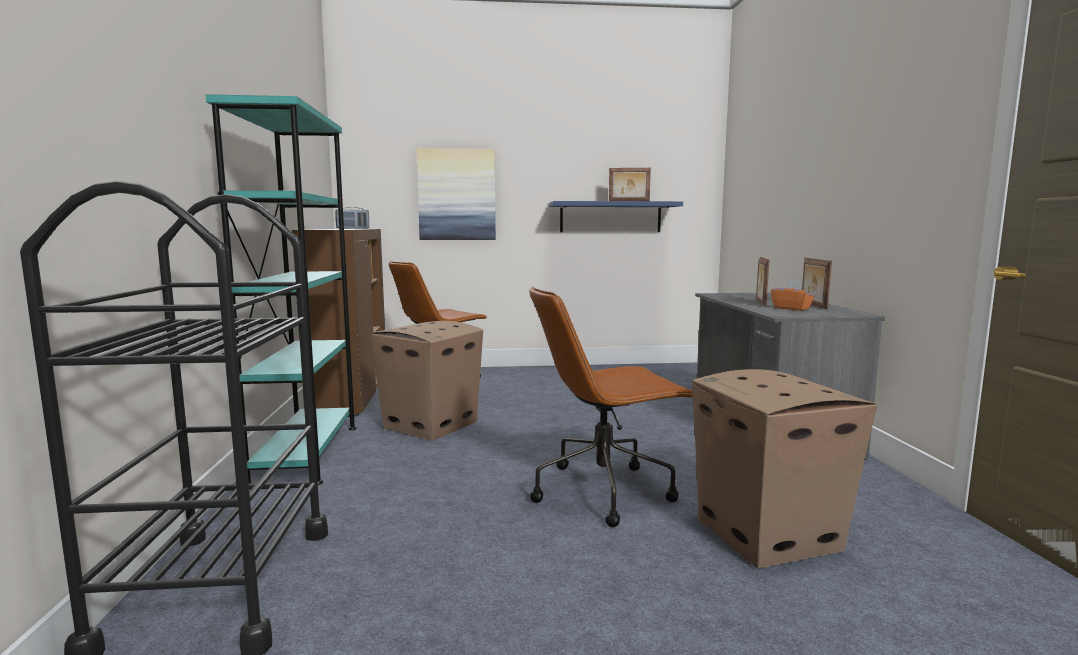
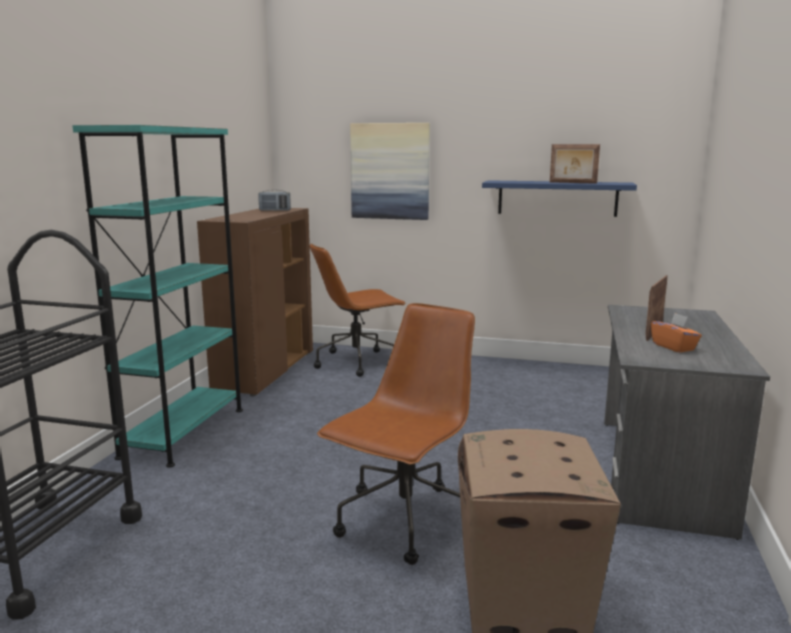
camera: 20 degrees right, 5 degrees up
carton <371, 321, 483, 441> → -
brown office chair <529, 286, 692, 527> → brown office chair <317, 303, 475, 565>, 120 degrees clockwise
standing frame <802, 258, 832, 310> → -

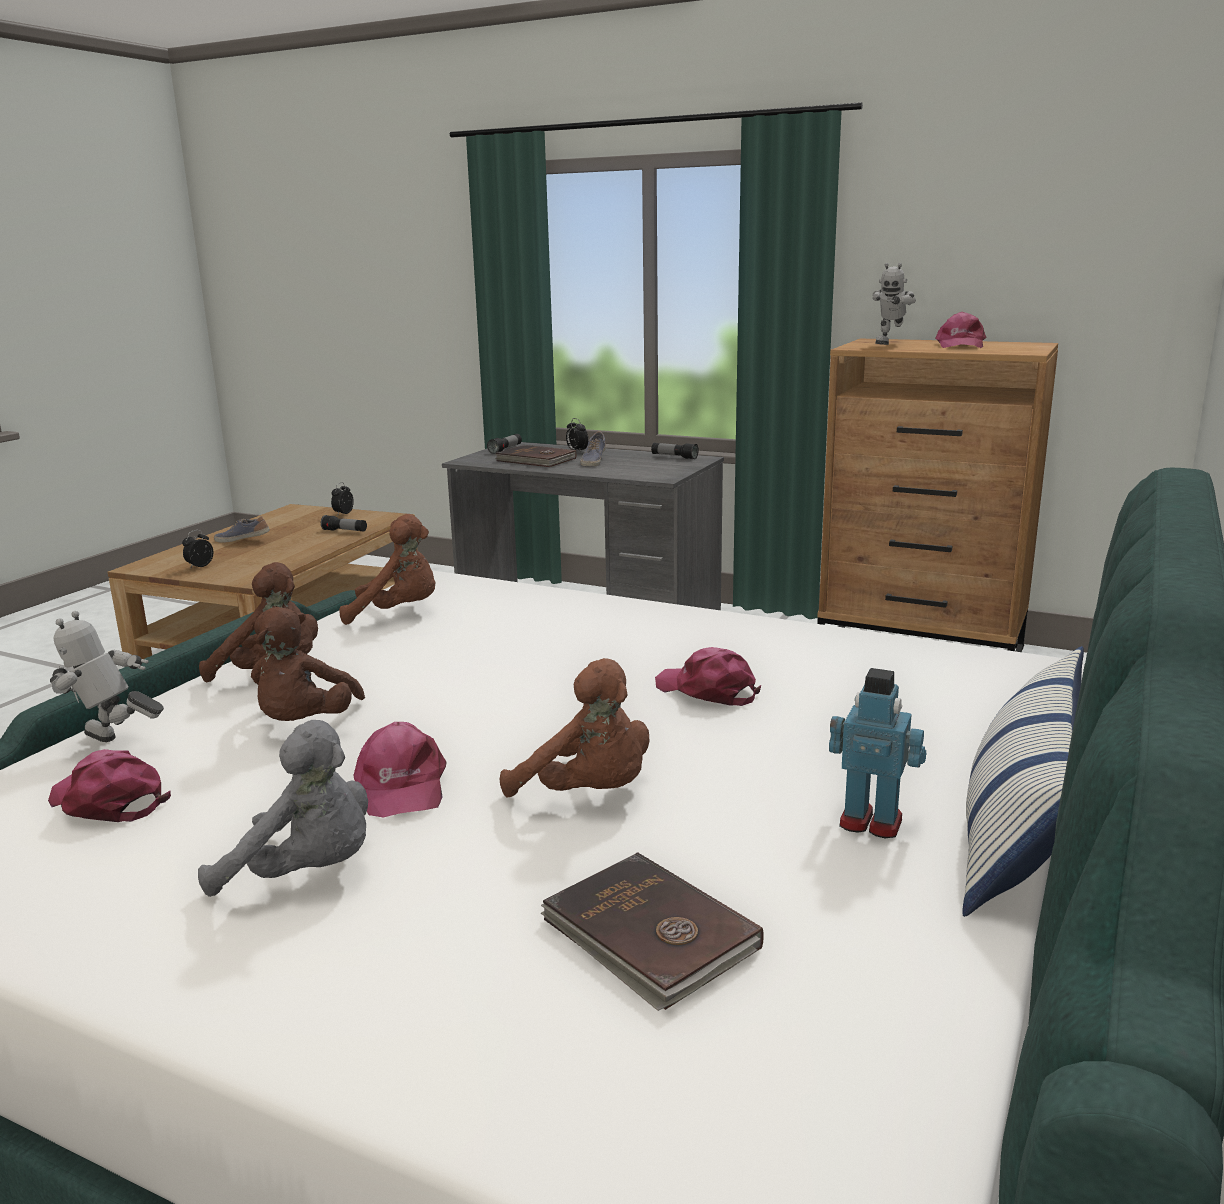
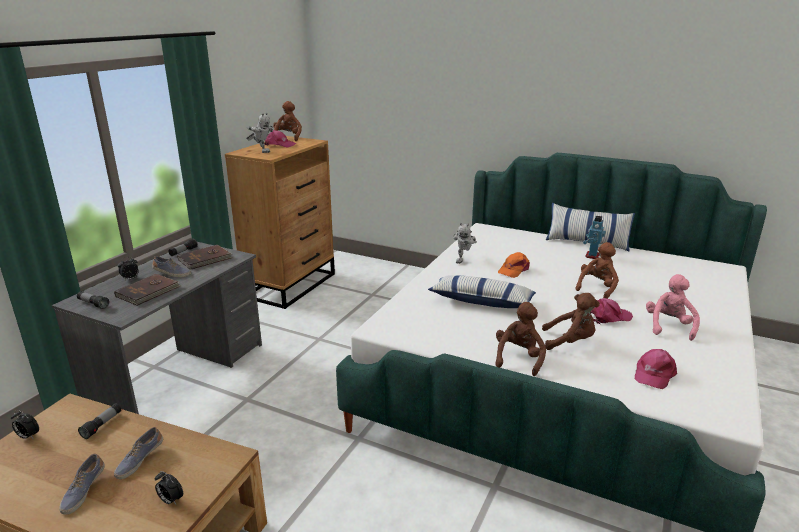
camera: 90 degrees left, 5 degrees up
model robot <50, 611, 164, 742> → model robot <454, 223, 477, 264>, move
greyish cuddly toy <198, 720, 368, 897> → pinkish cuddly toy <646, 274, 700, 341>
brown cuddly toy <339, 514, 435, 625> → brown cuddly toy <273, 101, 302, 141>, move
brown bound book <541, 852, 764, 1011> → brown bound book <177, 245, 233, 270>, move
pinkish peaked cap <655, 647, 761, 706> → orange-coloured peaked cap <498, 252, 530, 278>
- → shoe <114, 427, 163, 479>
- → pillow <428, 275, 536, 308>

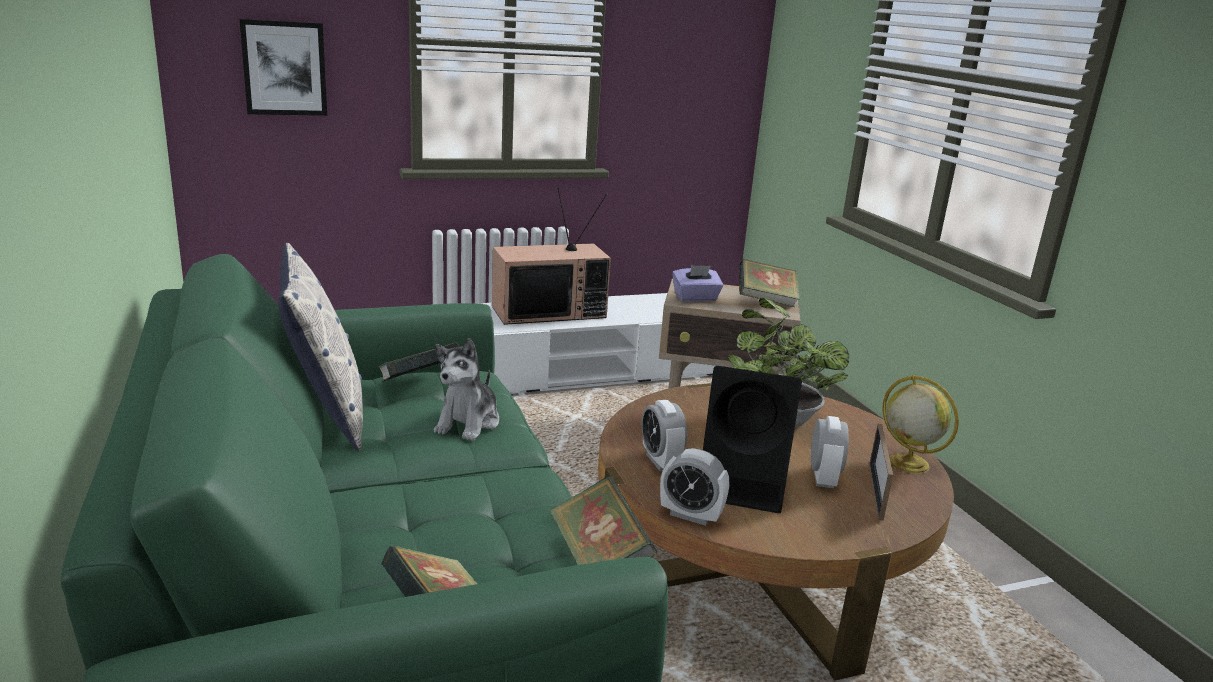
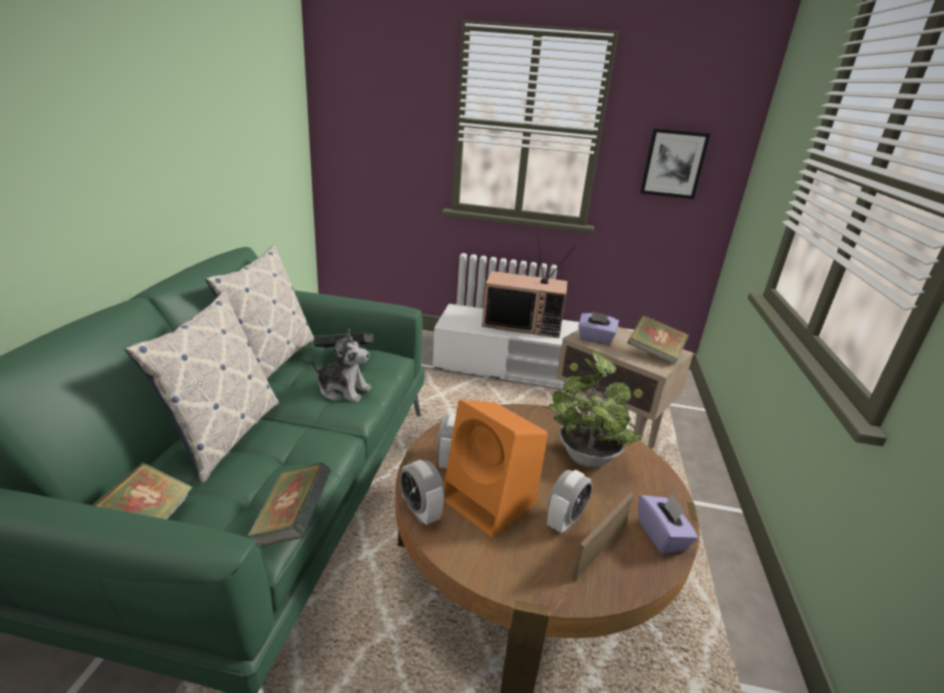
camera: 30 degrees right, 5 degrees up
wall picture <239, 19, 327, 116> → wall picture <640, 128, 710, 199>, move
cuddly toy <434, 338, 499, 441> → cuddly toy <311, 329, 372, 402>, 120 degrees counterclockwise
black audio speaker <703, 366, 802, 513> → orange-coloured audio speaker <444, 400, 548, 538>
globe <882, 375, 959, 474> → purplish box of tissues <638, 494, 698, 554>
- → pillow <125, 291, 279, 484>

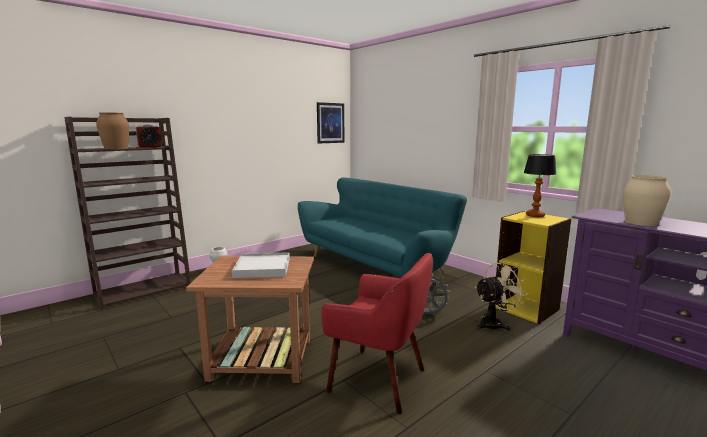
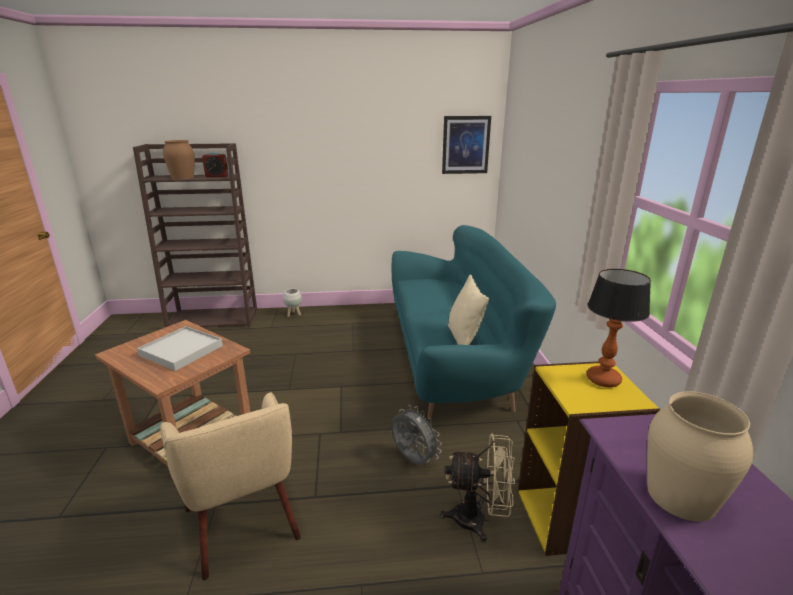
camera: 35 degrees right, 10 degrees up
red lounge chair <321, 253, 433, 414> → beige-coloured lounge chair <160, 392, 301, 580>
- → beige-coloured pillow <448, 274, 489, 345>

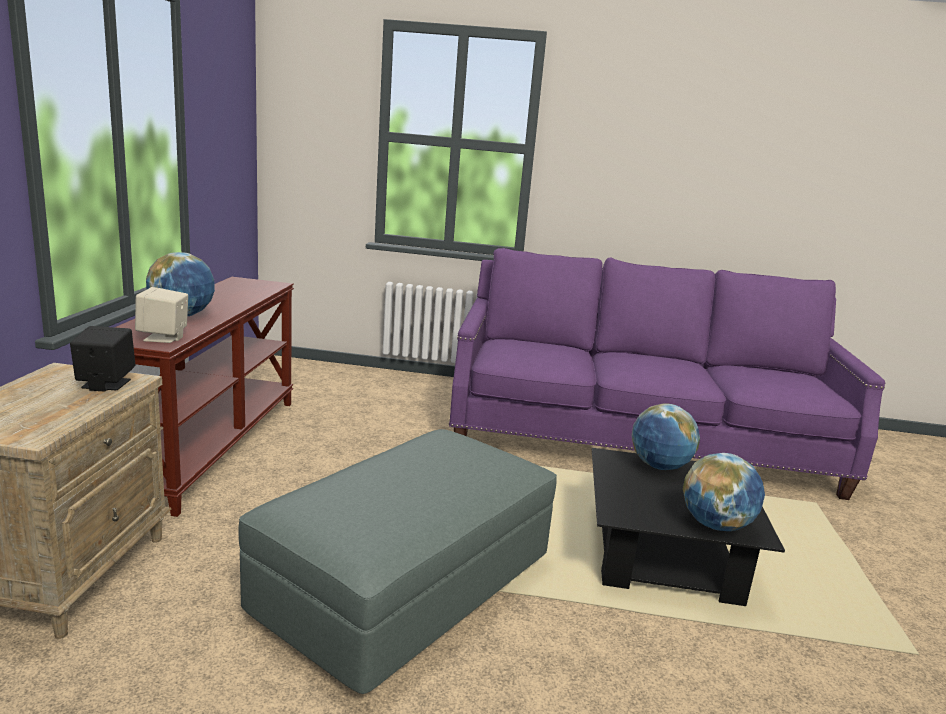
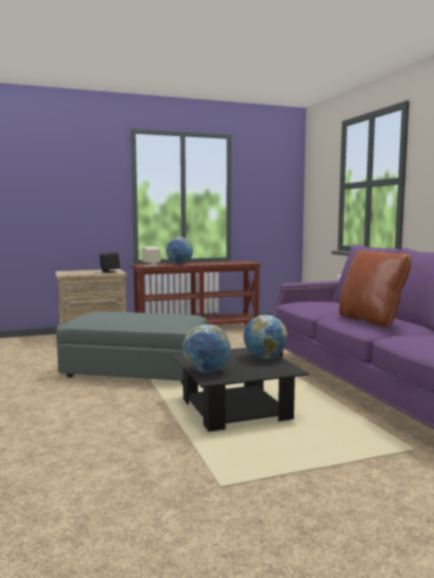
camera: 65 degrees right, 10 degrees down
- → brown pillow <339, 250, 412, 327>

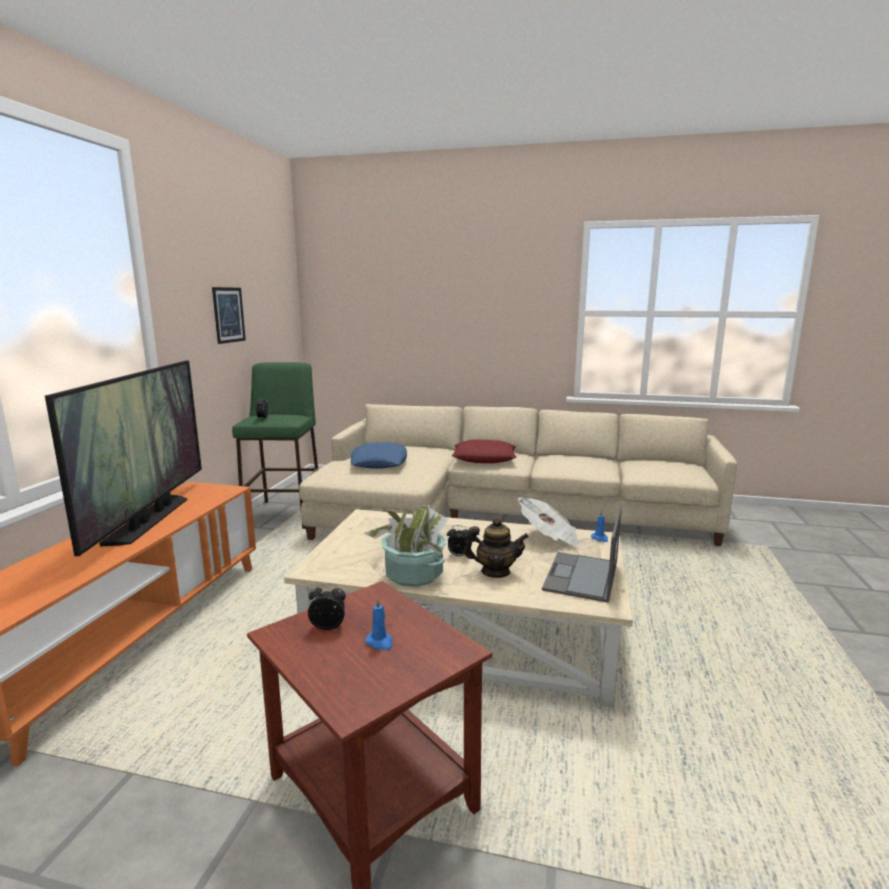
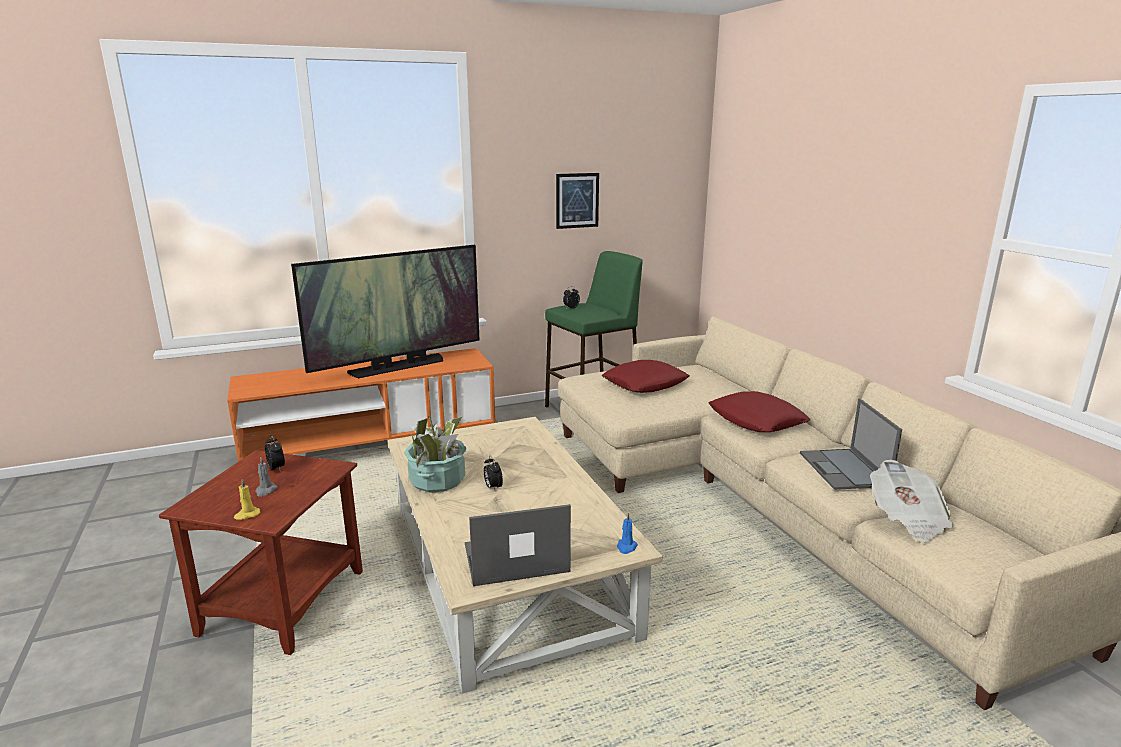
camera: 55 degrees right, 5 degrees up
bluish pillow <351, 442, 407, 469> → red pillow <602, 360, 690, 393>
bluish wax candle <365, 598, 393, 650> → greyish wax candle <255, 457, 278, 497>
tea pot <463, 518, 529, 578> → -
printed paper <518, 497, 580, 547> → printed paper <870, 460, 954, 543>, move
- → yellowish wax candle <234, 479, 260, 519>
- → portable computer <800, 398, 902, 490>

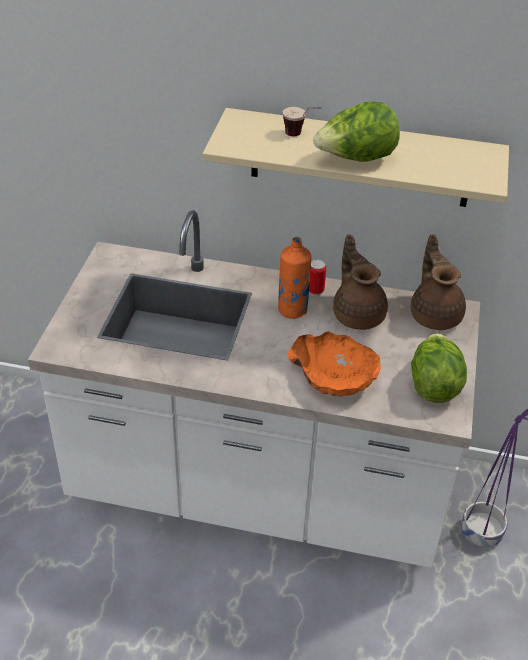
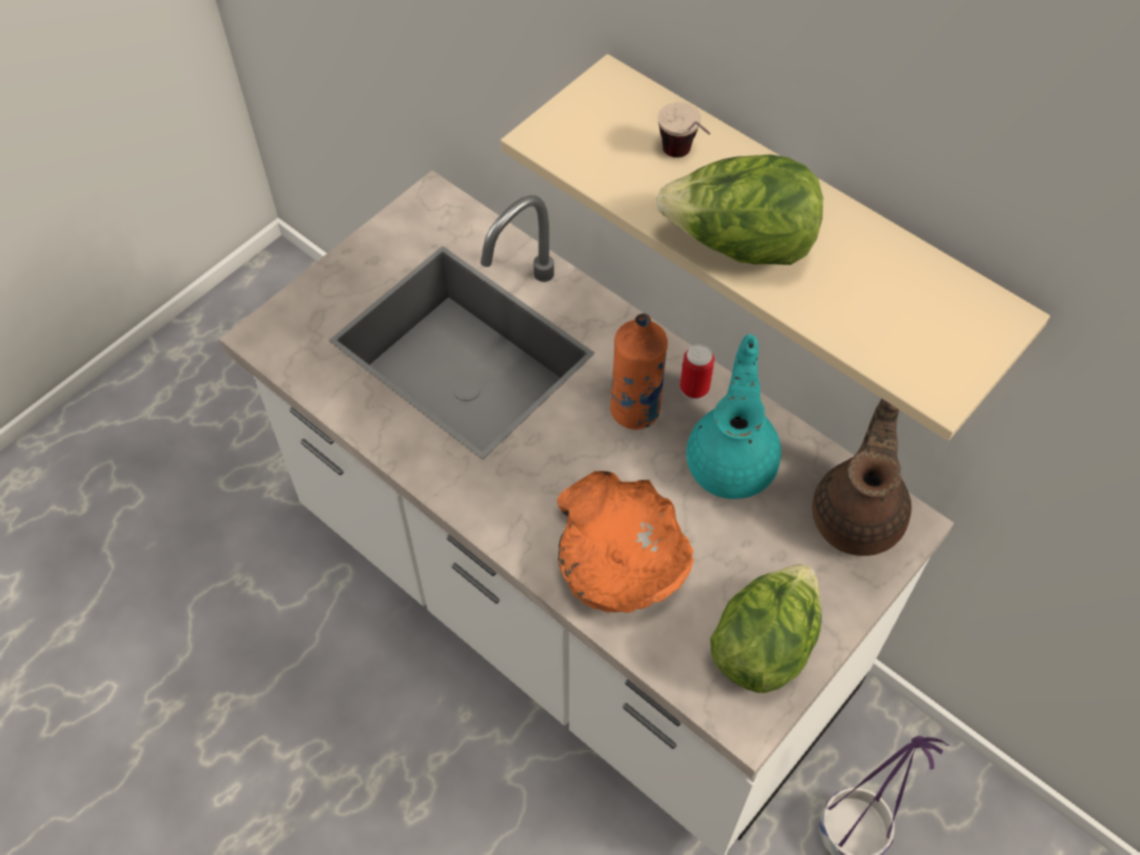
camera: 30 degrees right, 15 degrees up
brown tea pot <333, 234, 388, 330> → turquoise tea pot <686, 334, 781, 499>

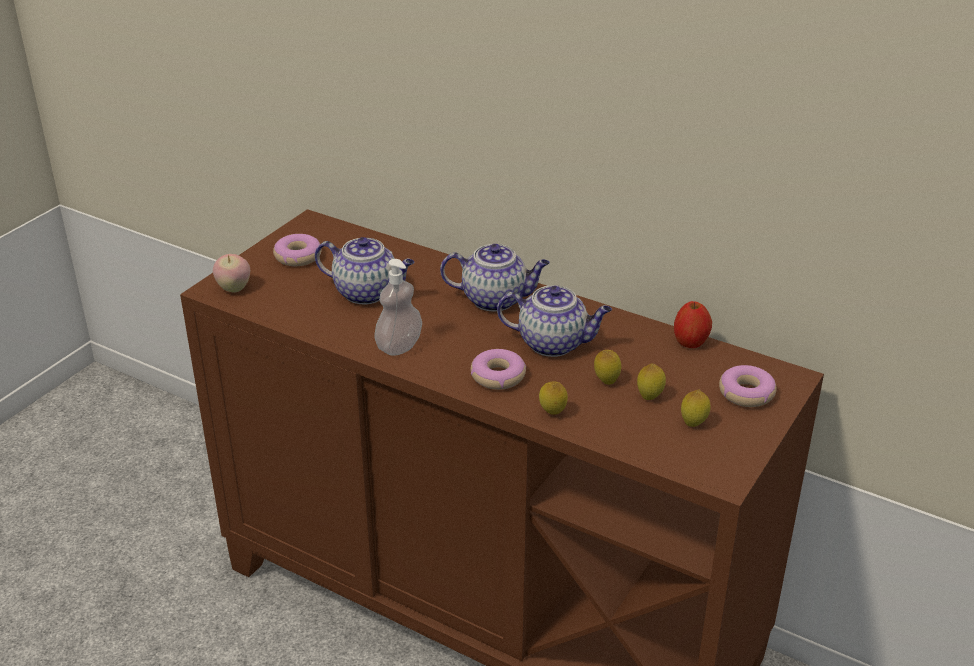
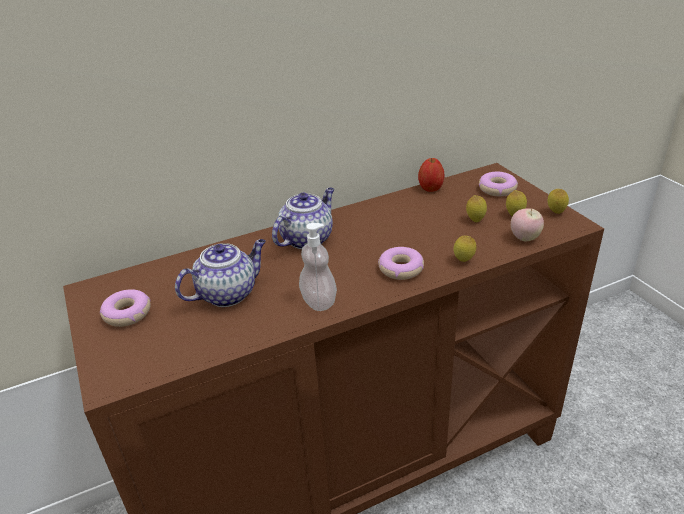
camera: 55 degrees left, 0 degrees up
apple fruit <213, 254, 250, 293> → apple fruit <511, 208, 544, 241>, move
tea pot <497, 285, 612, 357> → -
citrus fruit <594, 350, 621, 385> → citrus fruit <547, 189, 569, 214>, move

